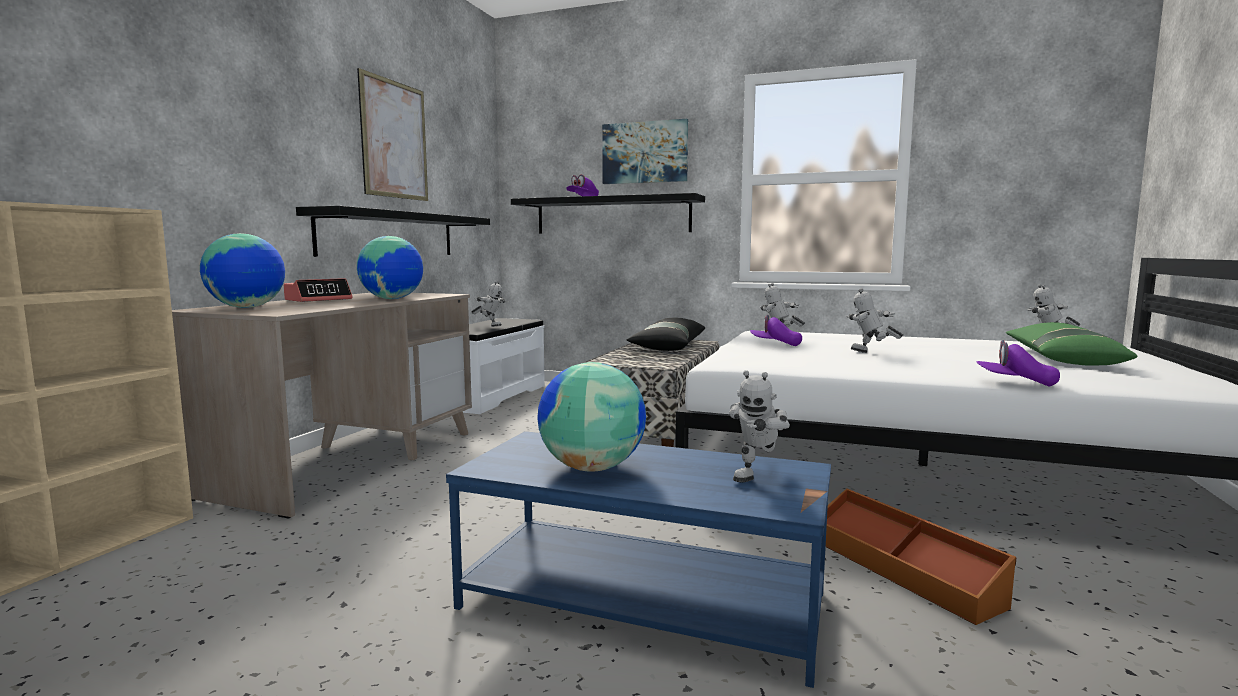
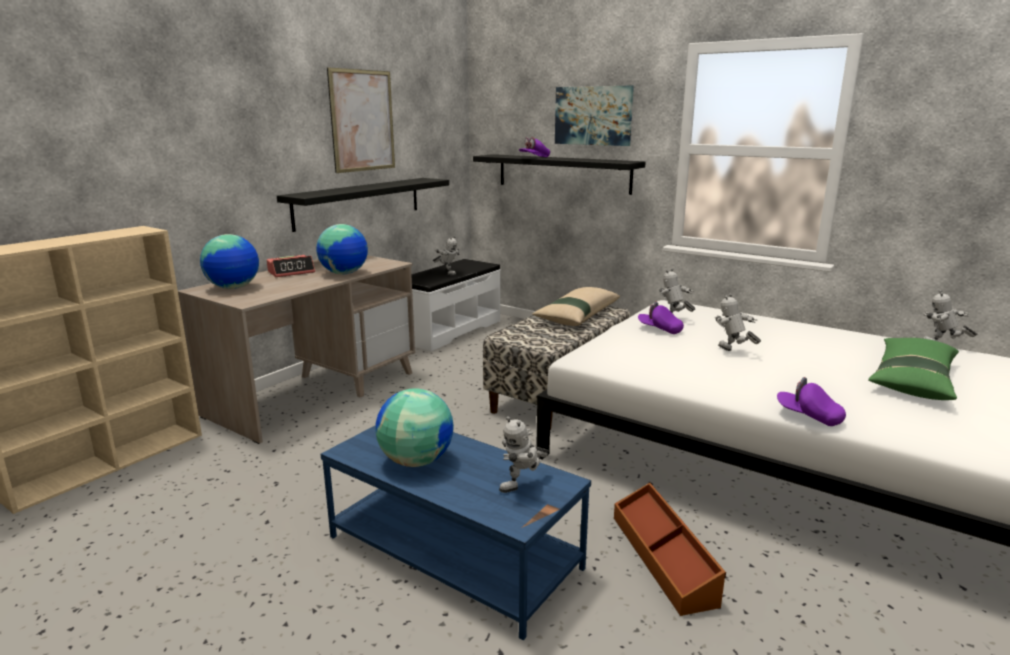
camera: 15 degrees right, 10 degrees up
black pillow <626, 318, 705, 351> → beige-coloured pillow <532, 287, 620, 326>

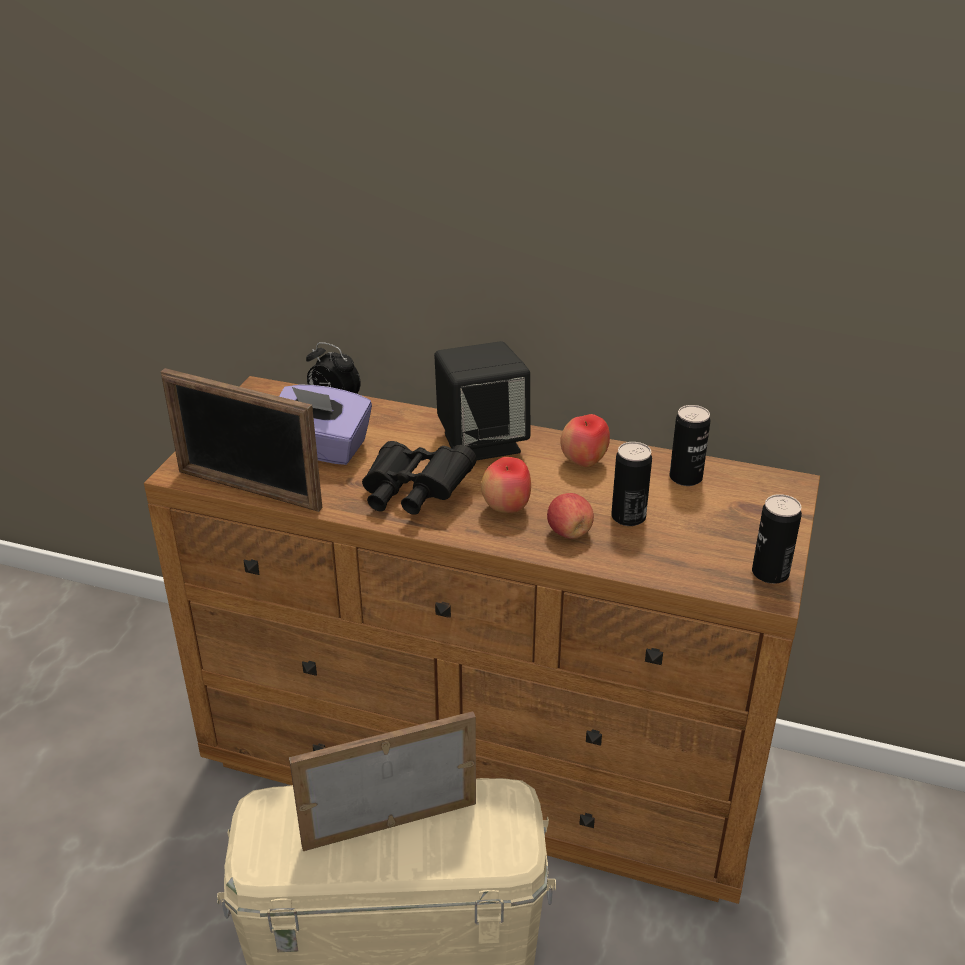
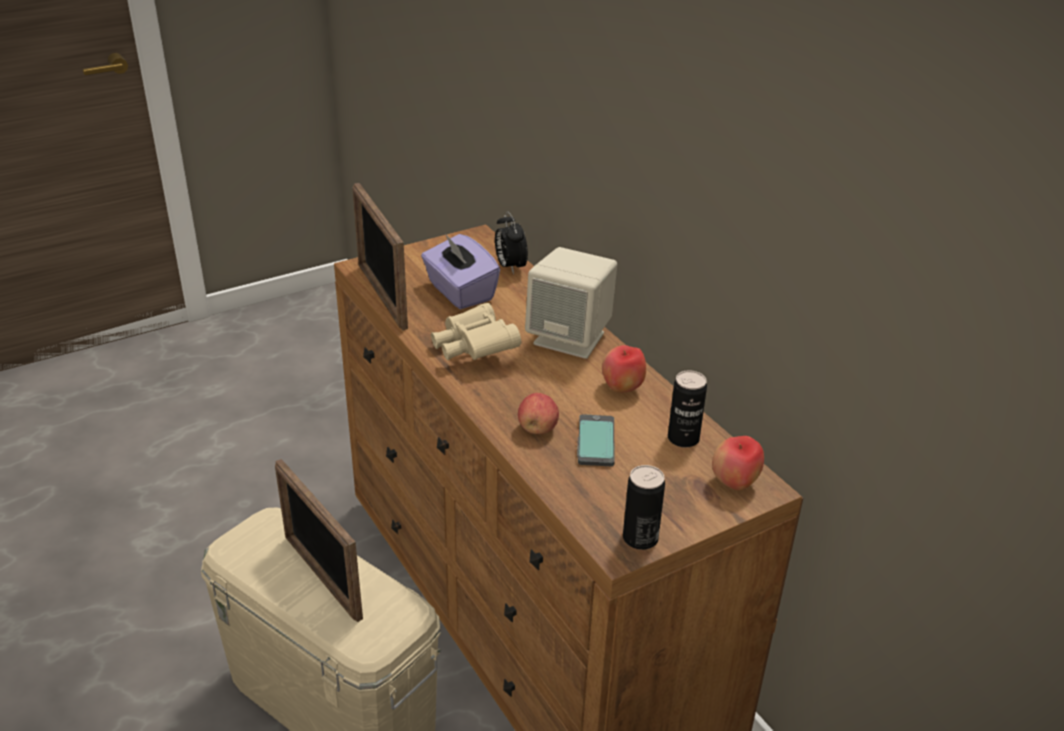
camera: 40 degrees right, 0 degrees up
standing frame <289, 711, 476, 851> → standing frame <275, 459, 363, 622>, 150 degrees counterclockwise
black pair of binoculars <362, 441, 477, 515> → beige-coloured pair of binoculars <431, 303, 521, 361>
black audio speaker <434, 341, 530, 460> → beige-coloured audio speaker <525, 247, 617, 359>
apple fruit <481, 457, 531, 513> → apple fruit <712, 436, 764, 490>, move
metal can <611, 442, 652, 526> → phone <577, 414, 615, 466>

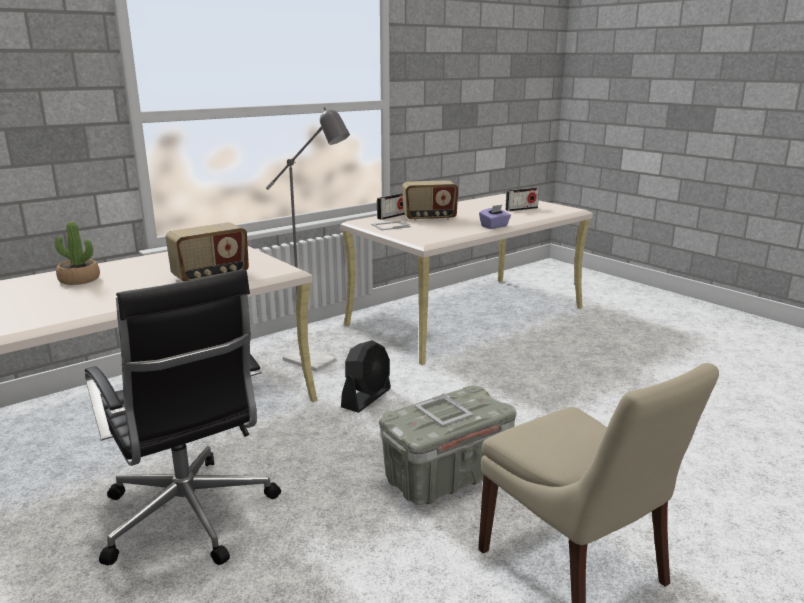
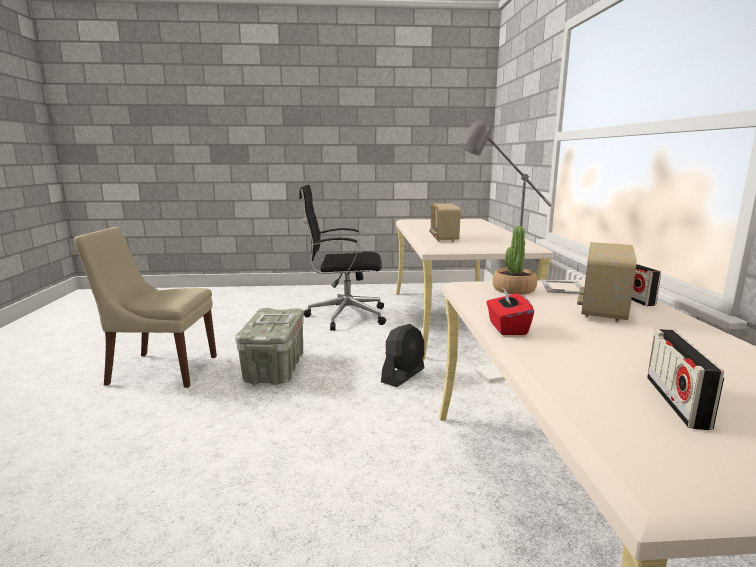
camera: 125 degrees right, 5 degrees down
plant in a pot <55, 222, 100, 285> → plant in a pot <493, 226, 537, 295>, move
black electric fan <341, 340, 391, 413> → black electric fan <381, 324, 424, 387>, 120 degrees counterclockwise
purplish box of tissues <479, 205, 511, 229> → red box of tissues <486, 286, 534, 335>

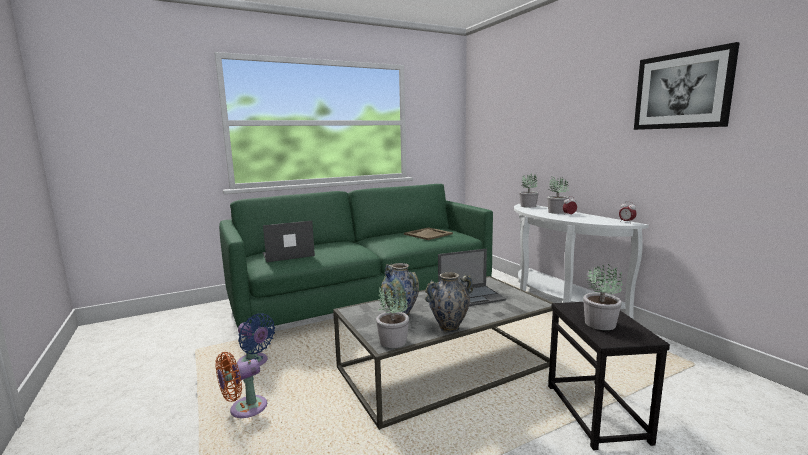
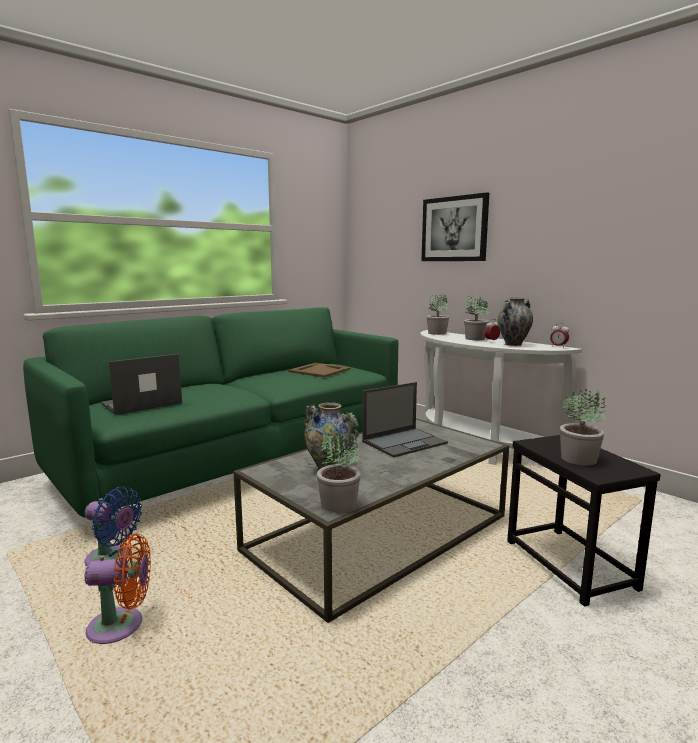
camera: 15 degrees left, 0 degrees up
orange-coloured electric fan <215, 352, 267, 418> → orange-coloured electric fan <85, 533, 151, 644>, 135 degrees counterclockwise
flower vase <425, 272, 473, 332> → flower vase <497, 297, 533, 346>, move
wall picture <634, 42, 740, 130> → wall picture <421, 192, 489, 261>, move

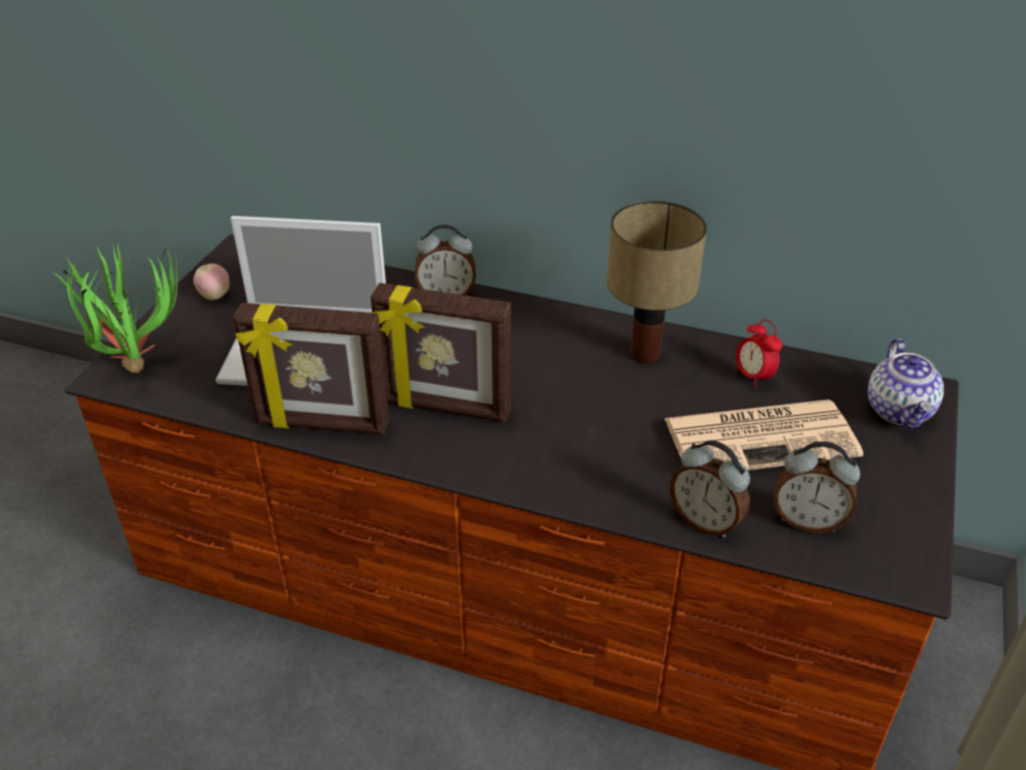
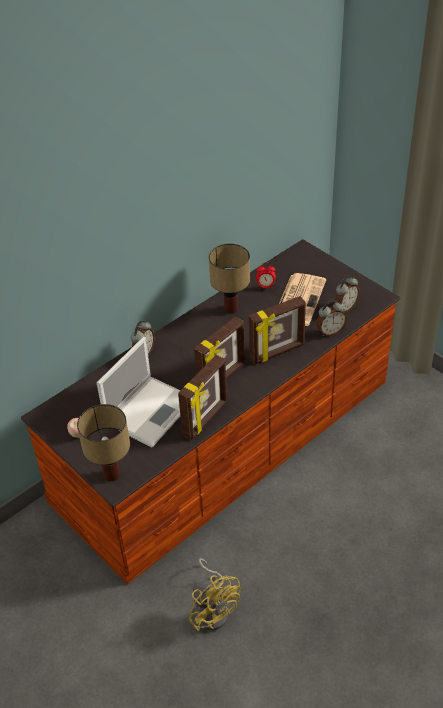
camera: 60 degrees left, 5 degrees up
plant in a pot <51, 243, 178, 373> → lamp for a table <77, 404, 130, 481>
tea pot <867, 339, 944, 429> → -
- → yellowish electric fan <189, 558, 241, 631>
- → standing frame <249, 296, 306, 364>

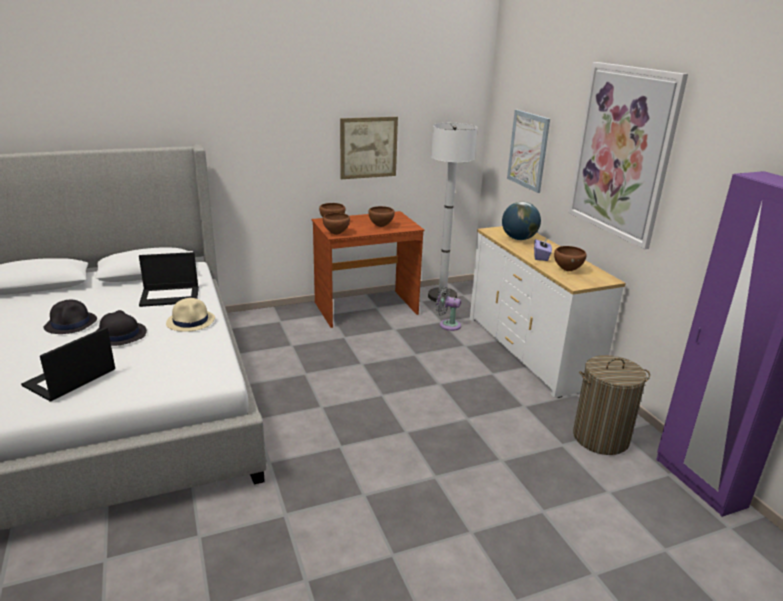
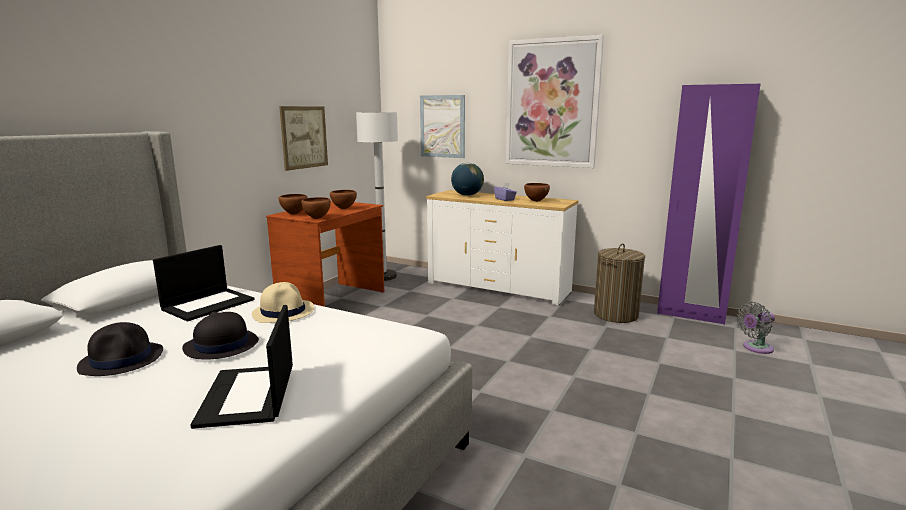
camera: 40 degrees left, 10 degrees down
greyish electric fan <436, 286, 461, 331> → greyish electric fan <737, 302, 775, 354>, move

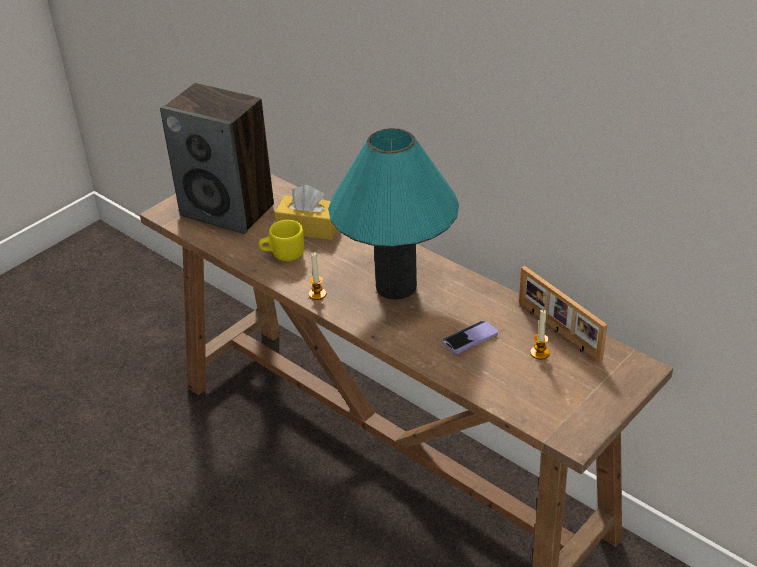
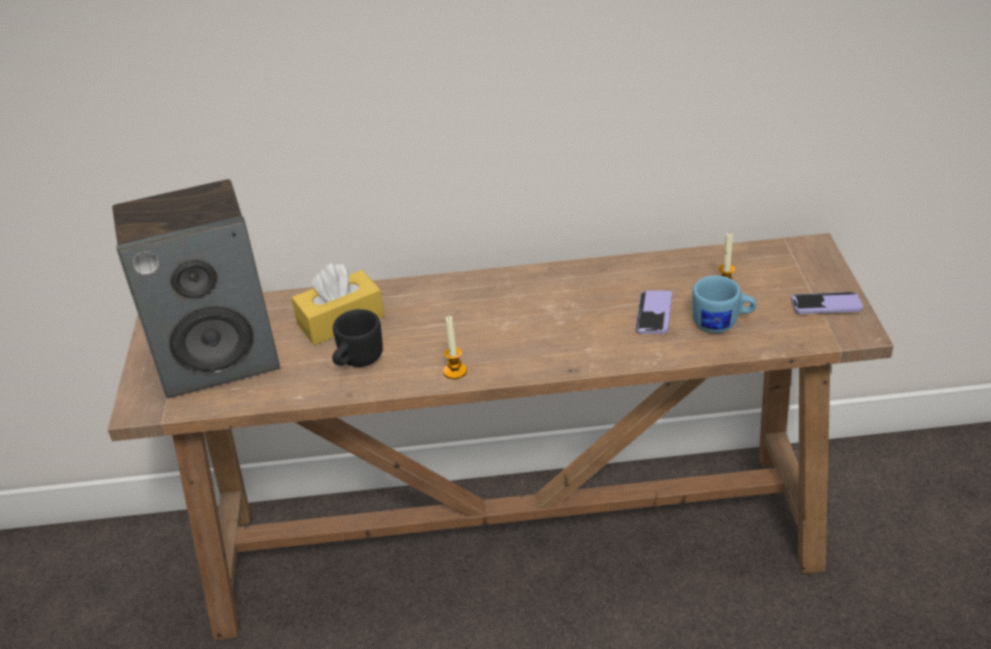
camera: 45 degrees left, 0 degrees up
yellowish tea mug <258, 220, 304, 261> → black tea mug <332, 309, 383, 367>
turquoise lamp for a table <328, 128, 459, 300> → -
standing frame <519, 266, 607, 363> → -
- → bluish tea mug <692, 276, 756, 333>
- → phone <791, 292, 863, 314>

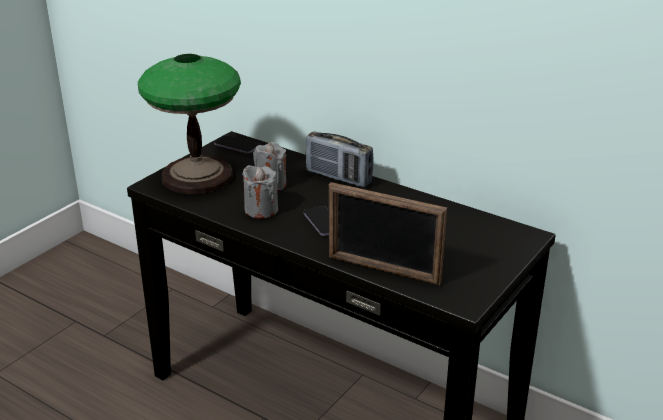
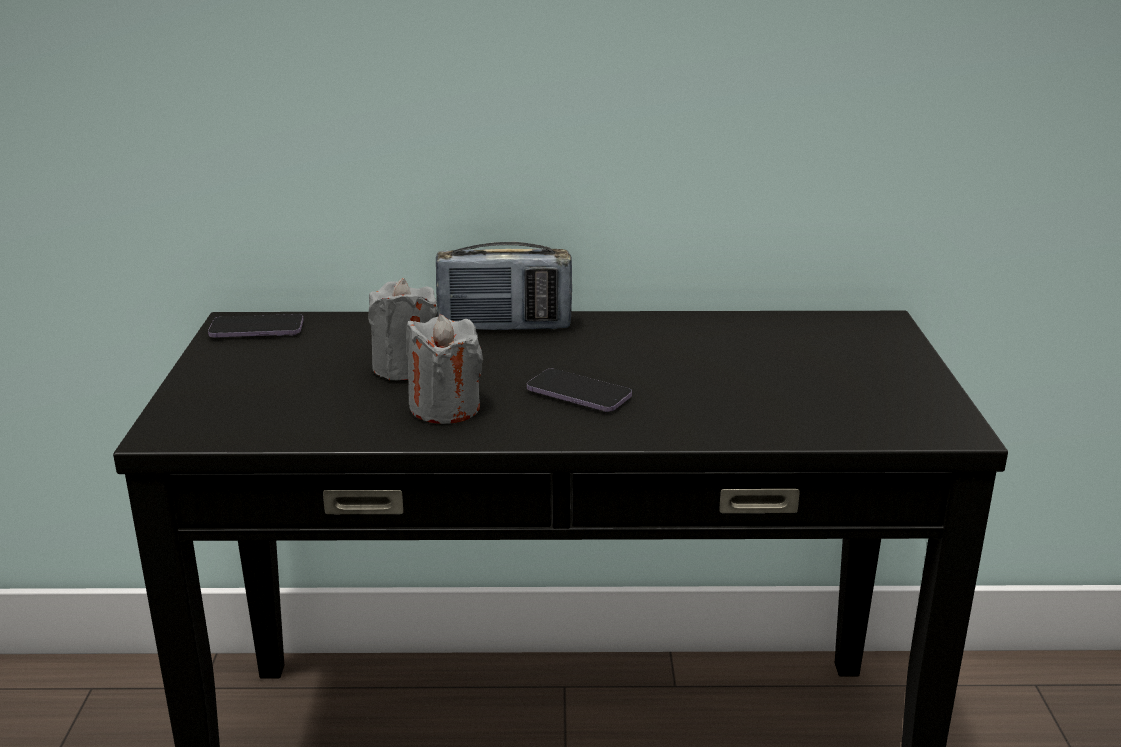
camera: 35 degrees left, 5 degrees down
lamp for a table <138, 54, 241, 194> → -
standing frame <329, 182, 447, 285> → -

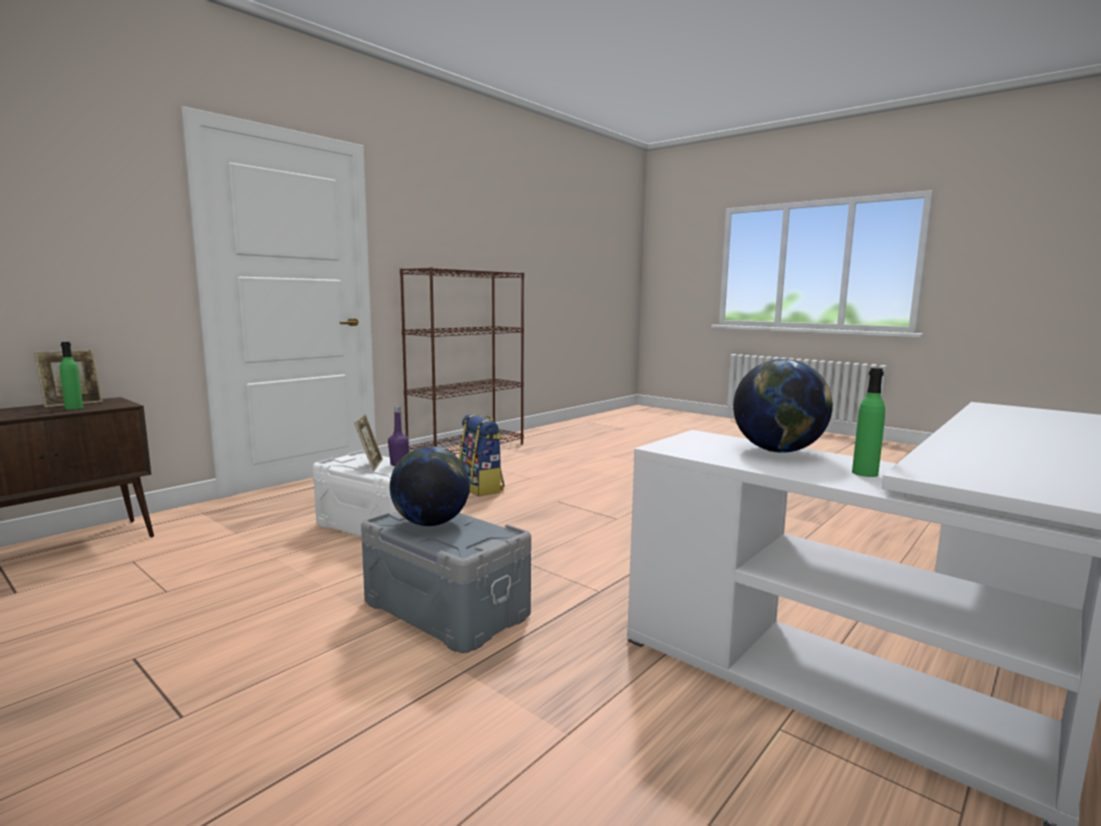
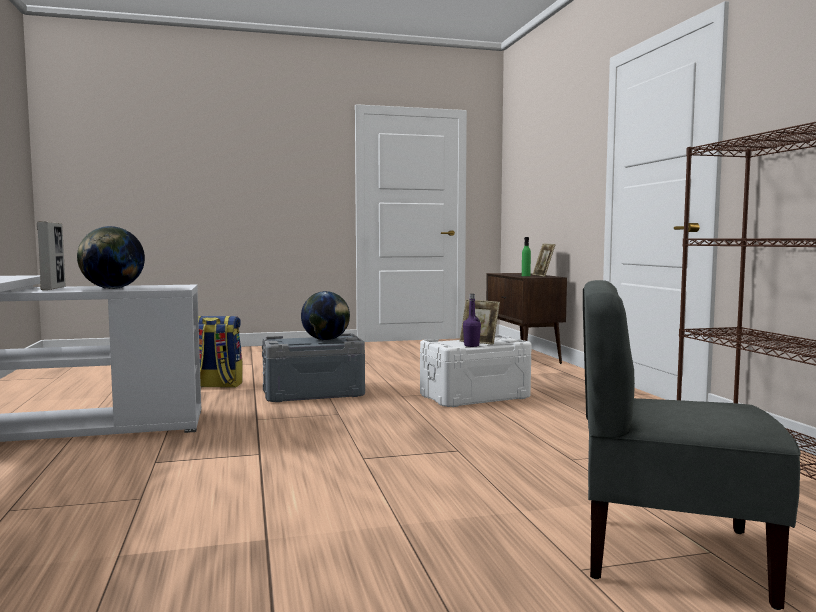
camera: 125 degrees right, 5 degrees down
backpack <459, 414, 505, 496> → backpack <198, 316, 243, 387>, move
green drink bottle <852, 368, 885, 477> → standing frame <37, 221, 66, 290>
- → greyish upright chair <583, 280, 801, 610>

